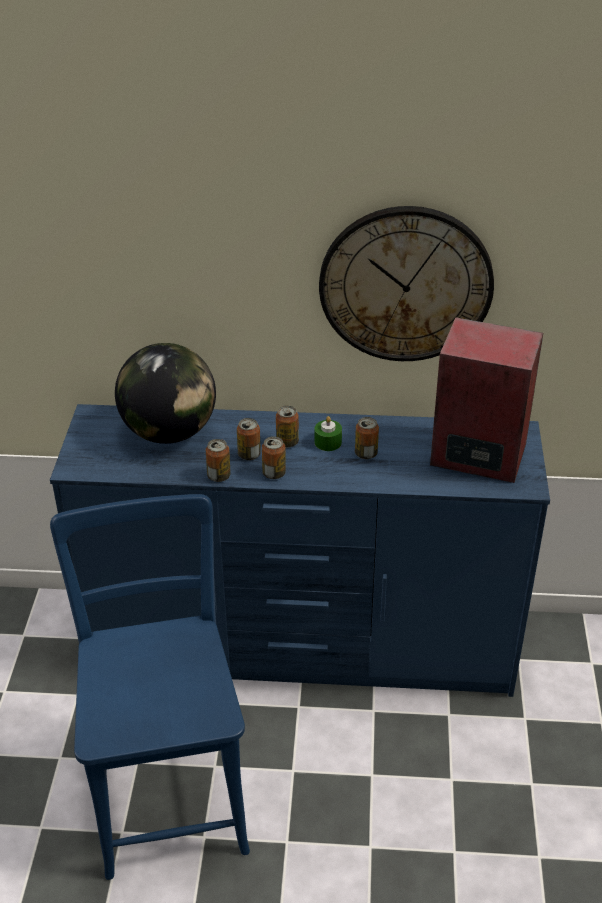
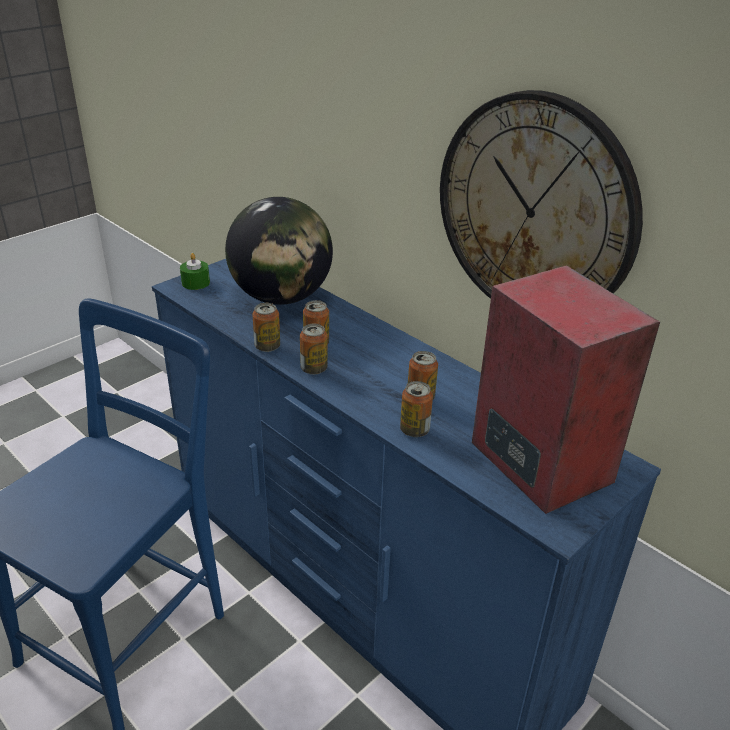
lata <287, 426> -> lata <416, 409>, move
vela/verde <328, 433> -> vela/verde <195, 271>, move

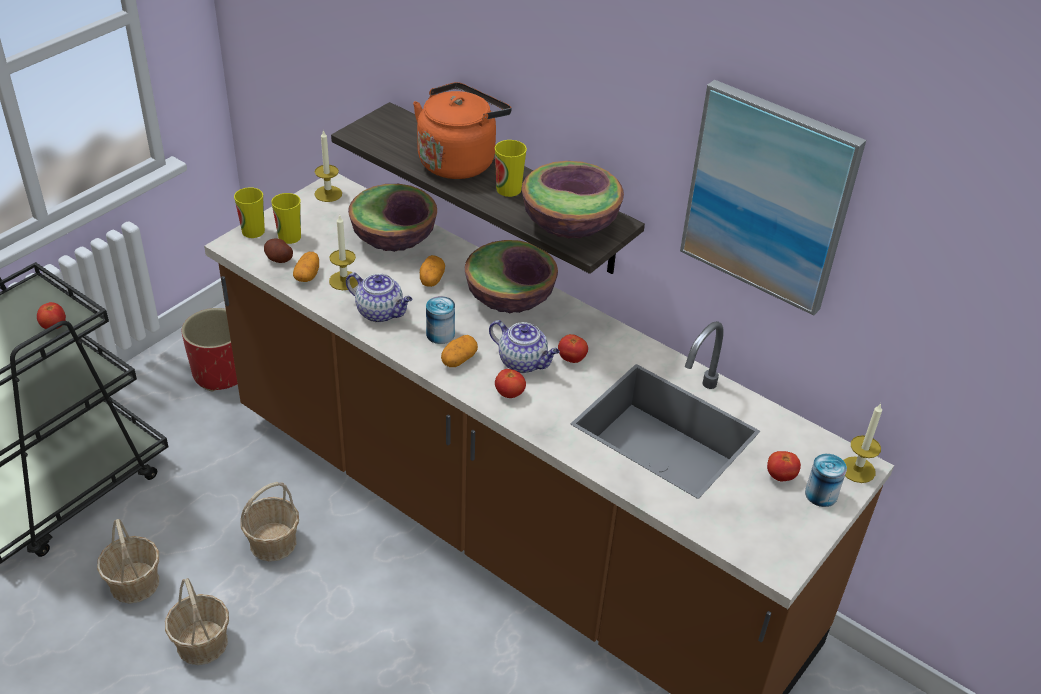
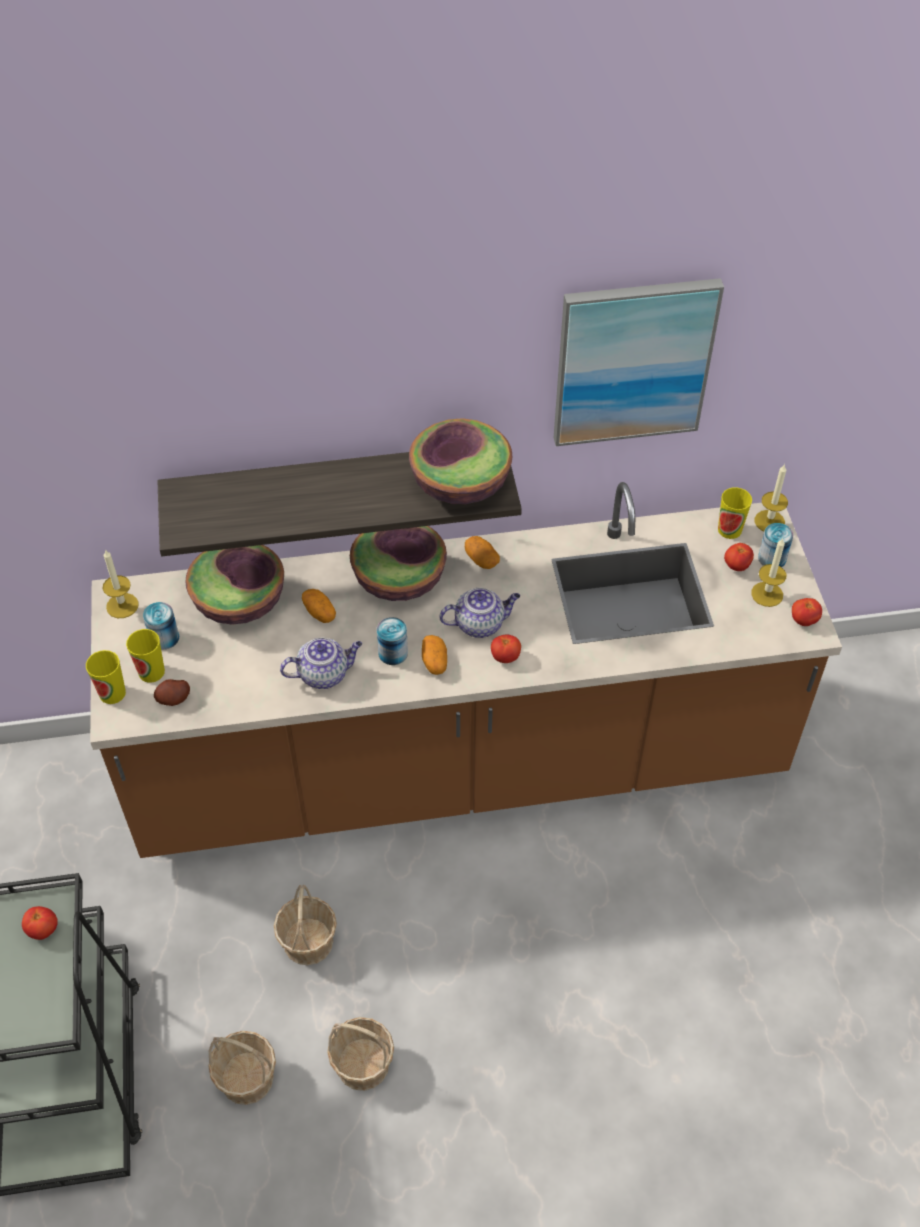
maceta/rojo <210, 350> -> none
patata <306, 267> -> patata <482, 552>, move
vela <343, 252> -> vela <768, 572>, move
hervidor/naranja <462, 130> -> none
taza <511, 168> -> taza <735, 513>, move
tomate <573, 348> -> tomate <807, 612>, move
none -> lata <161, 626>

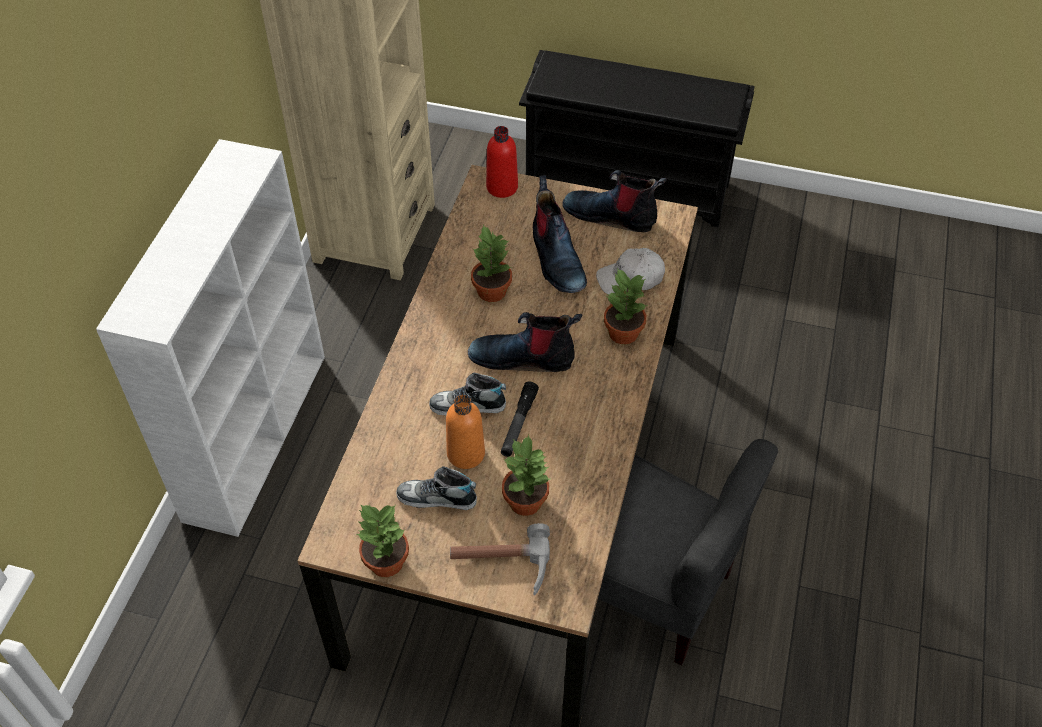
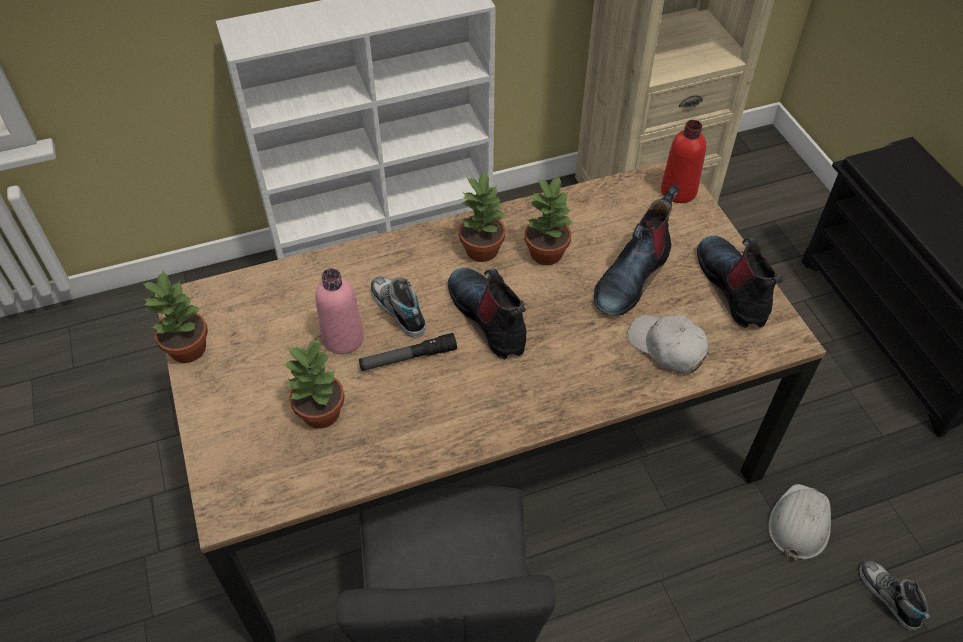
zapato <436, 488> -> zapato <894, 595>, move
botella/naranja <465, 432> -> botella/rosa <339, 311>
martillo <500, 559> -> none
planta en maceta <626, 306> -> planta en maceta <483, 216>, move
none -> casco/blanco <799, 522>

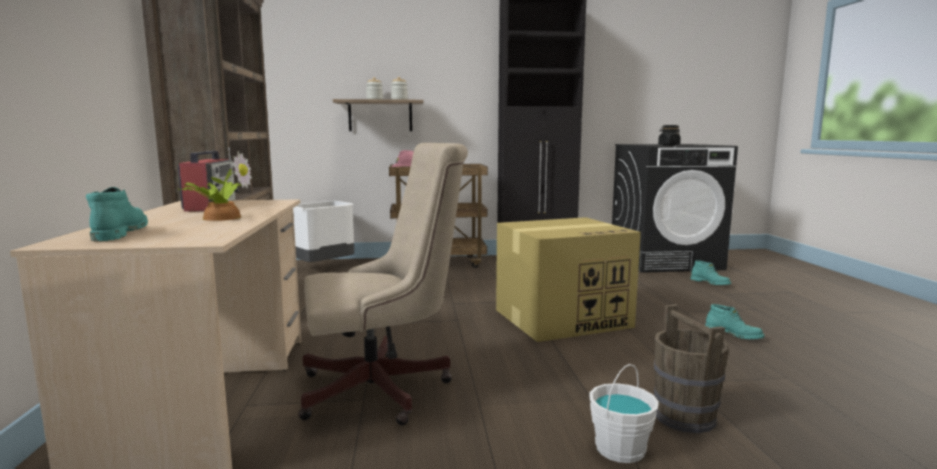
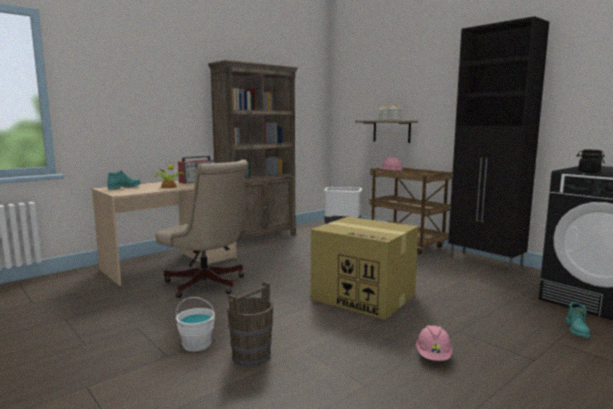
bota/turquesa <735, 321> -> casco/rosa <434, 343>

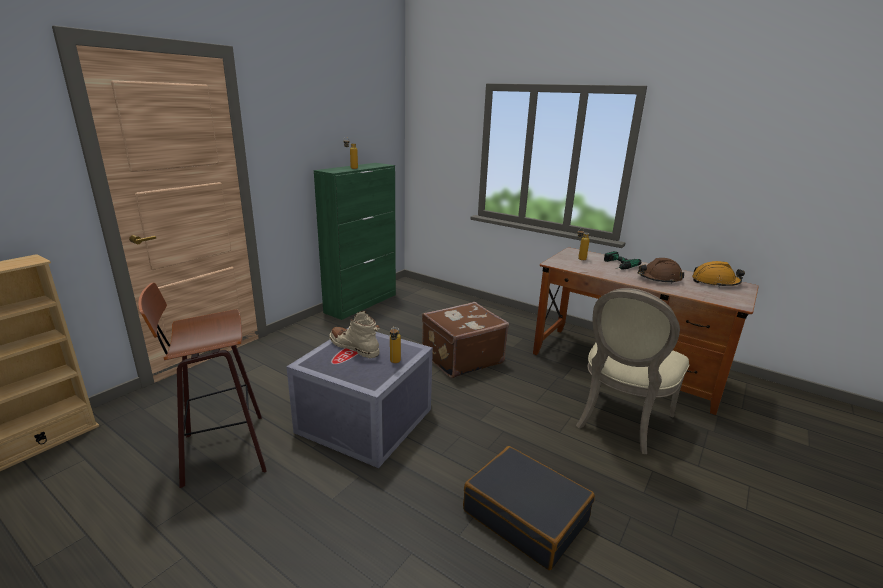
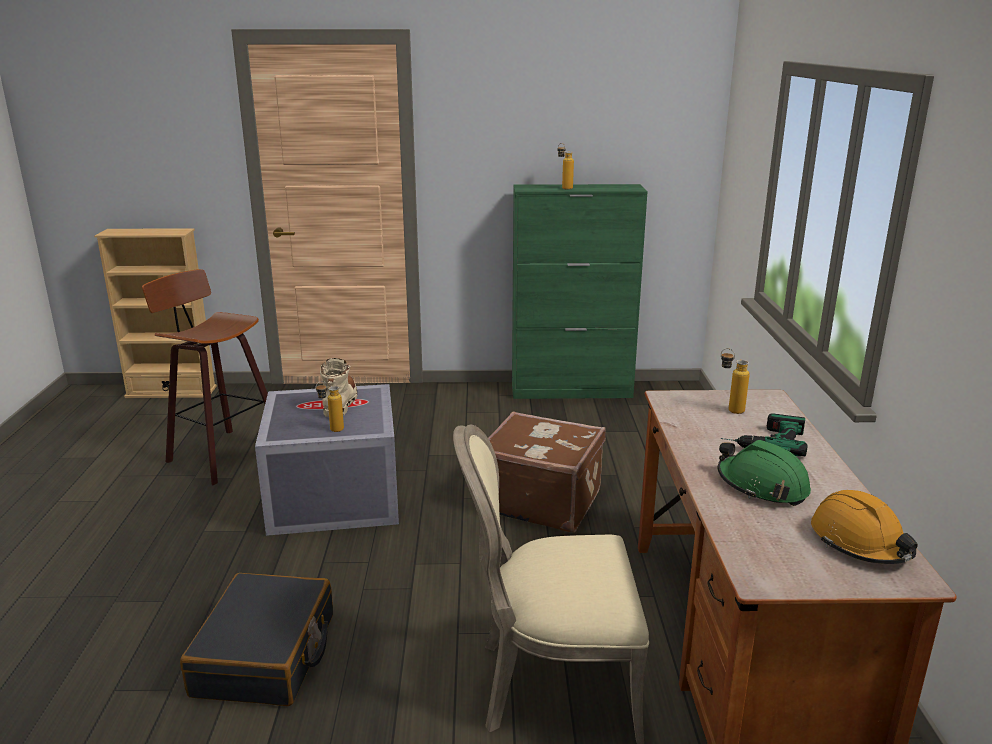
casco/marrón <660, 271> -> casco/verde <764, 473>

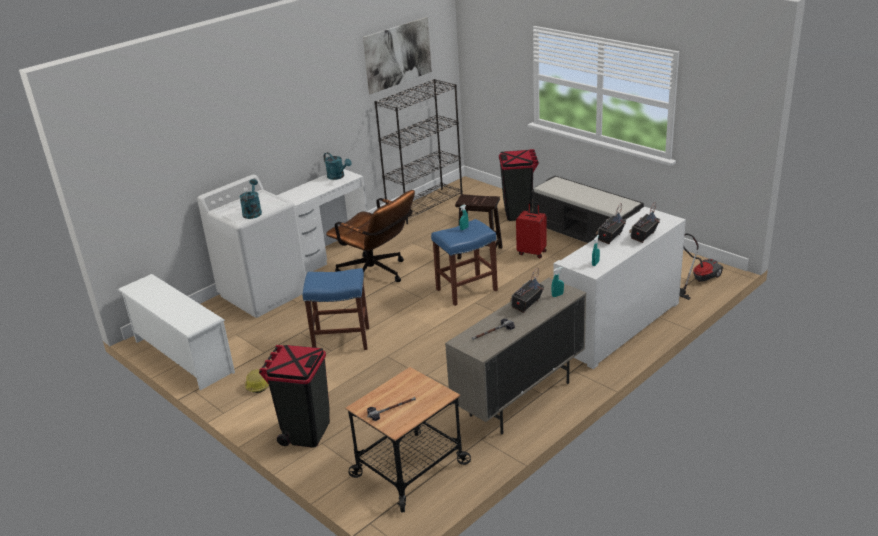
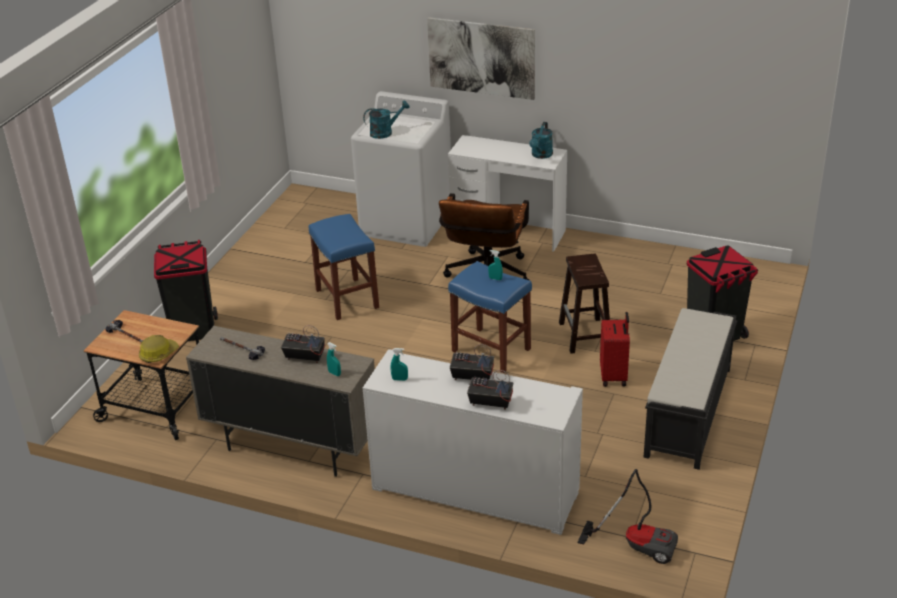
zapatero/blanco <176, 332> -> none
casco <257, 381> -> casco <159, 349>, move
cuadro <397, 55> -> cuadro <481, 58>, move
estantería/negro <418, 151> -> none

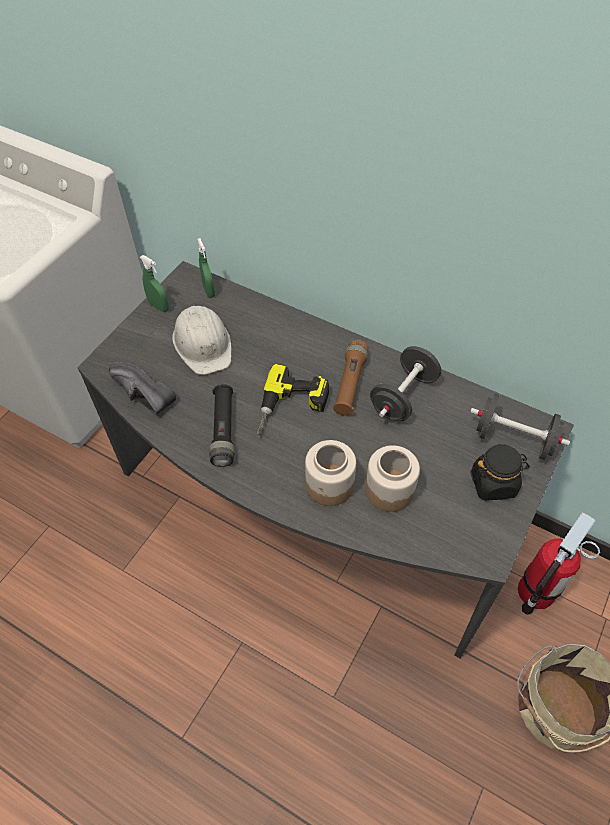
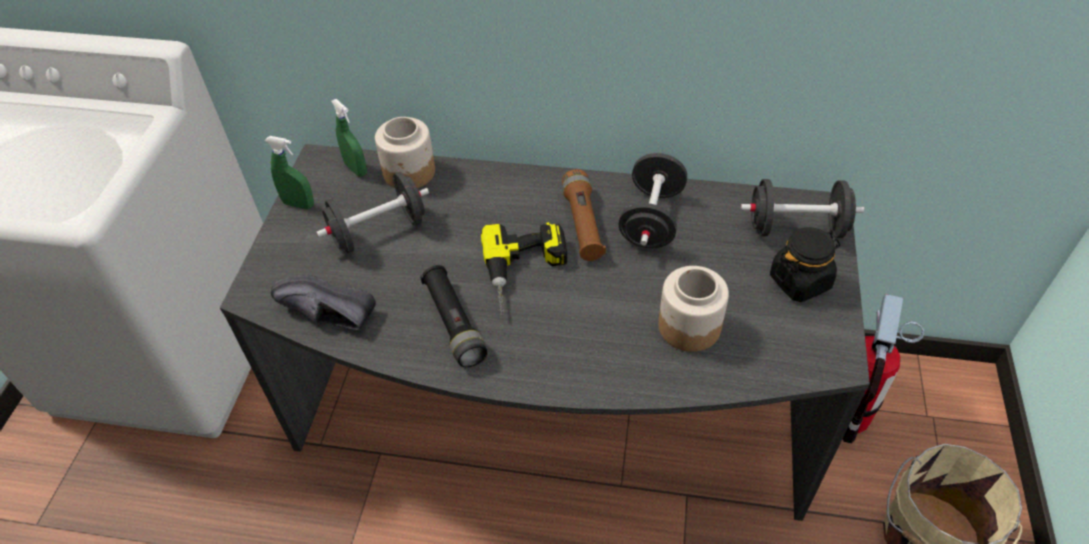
casco/blanco <202, 340> -> mancuerna/negro <372, 212>
tarro <330, 473> -> tarro <405, 152>, move

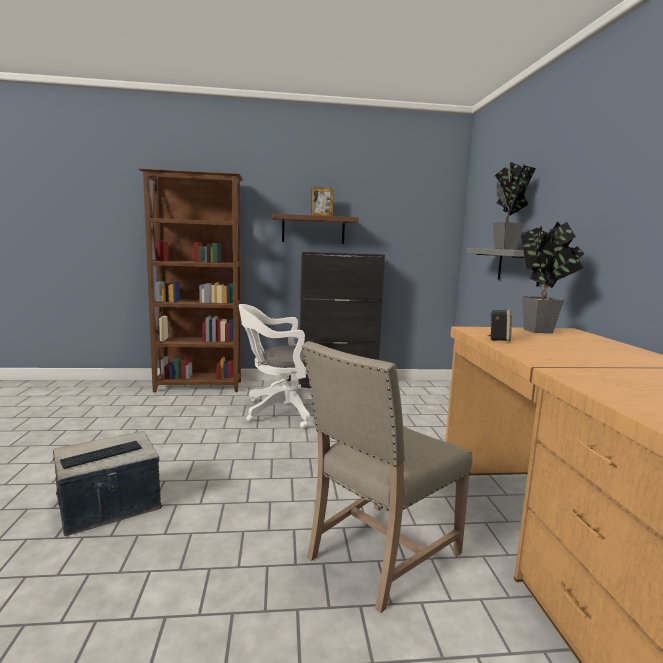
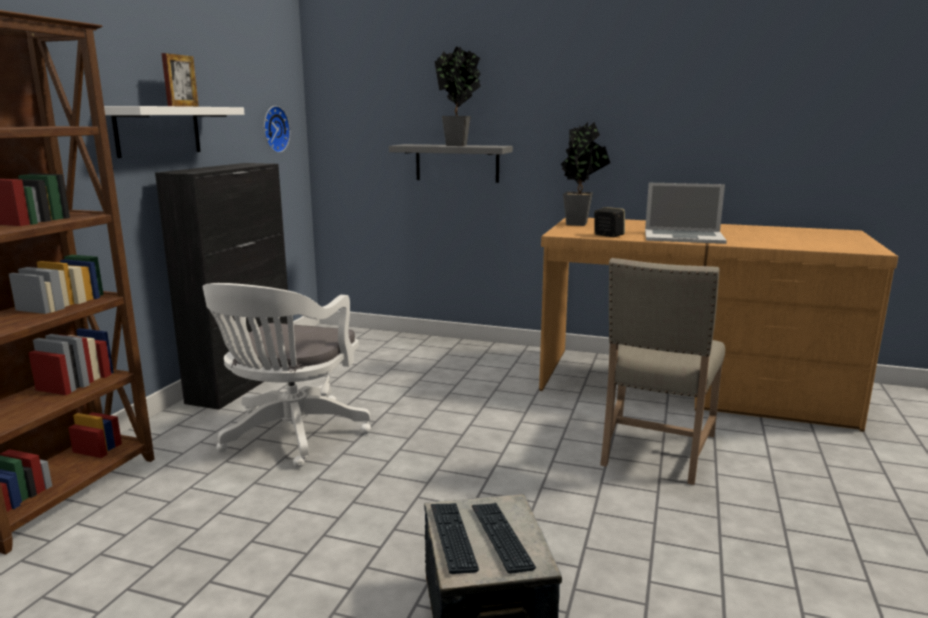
estante/marrón <315, 229> -> estante/blanco <174, 132>
silla/beis <387, 477> -> silla/beis <662, 371>, 45 degrees clockwise
none -> reloj de pared <277, 129>
none -> teclado <455, 538>
none -> portátil <686, 213>

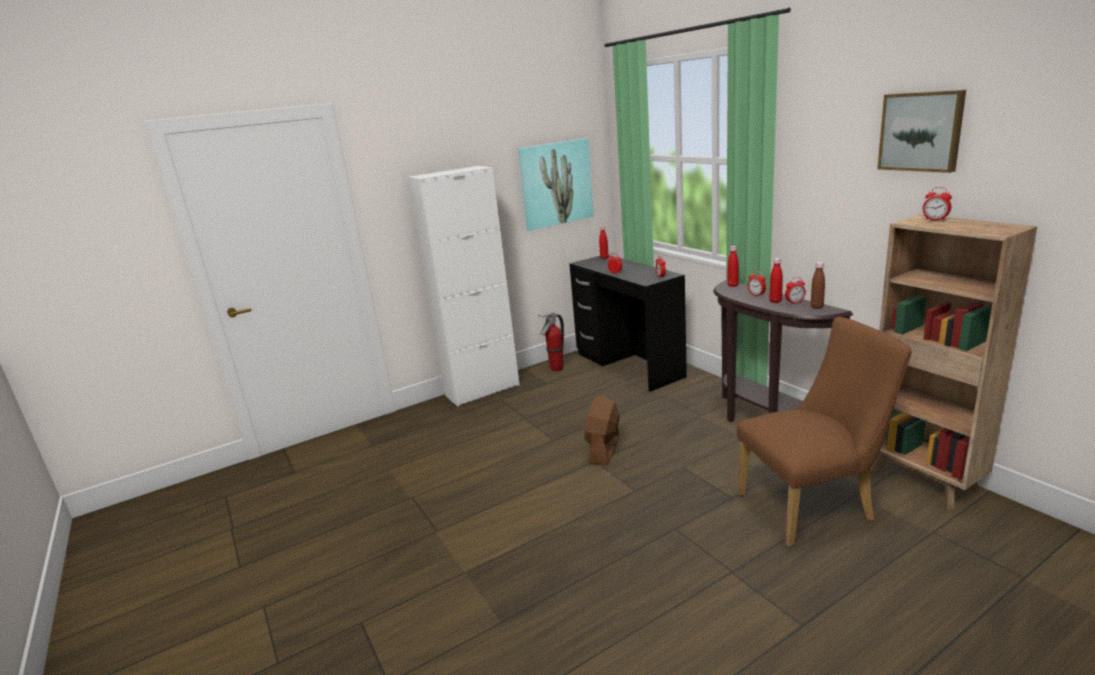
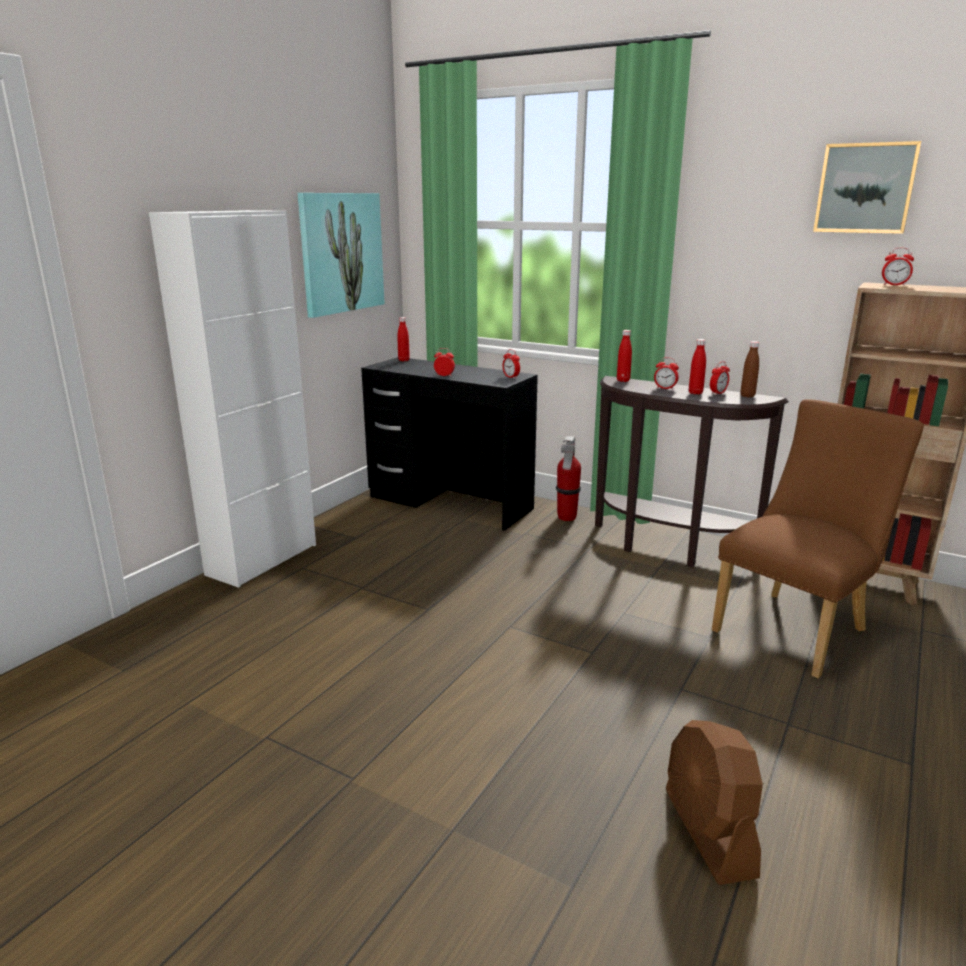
extintor <550, 341> -> extintor <568, 478>, move
ventilador/marrón <602, 430> -> ventilador/marrón <714, 802>, move

